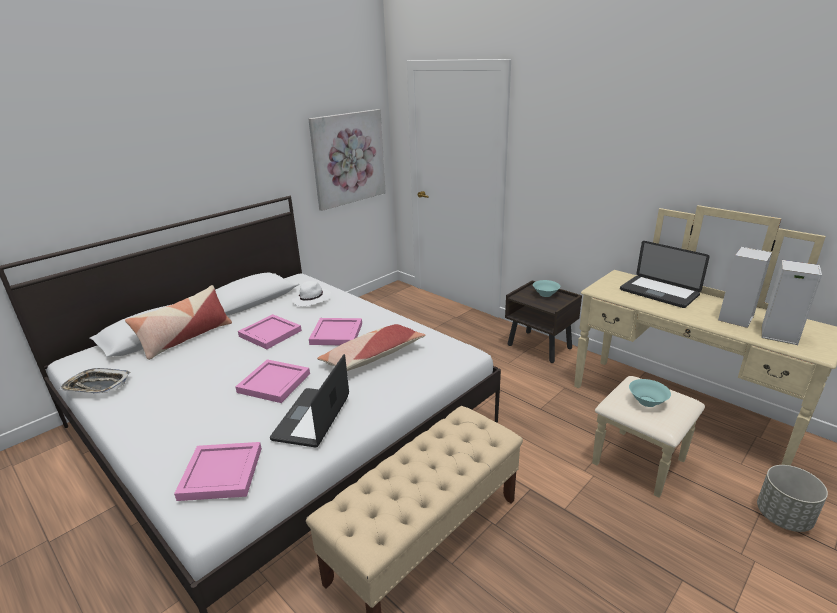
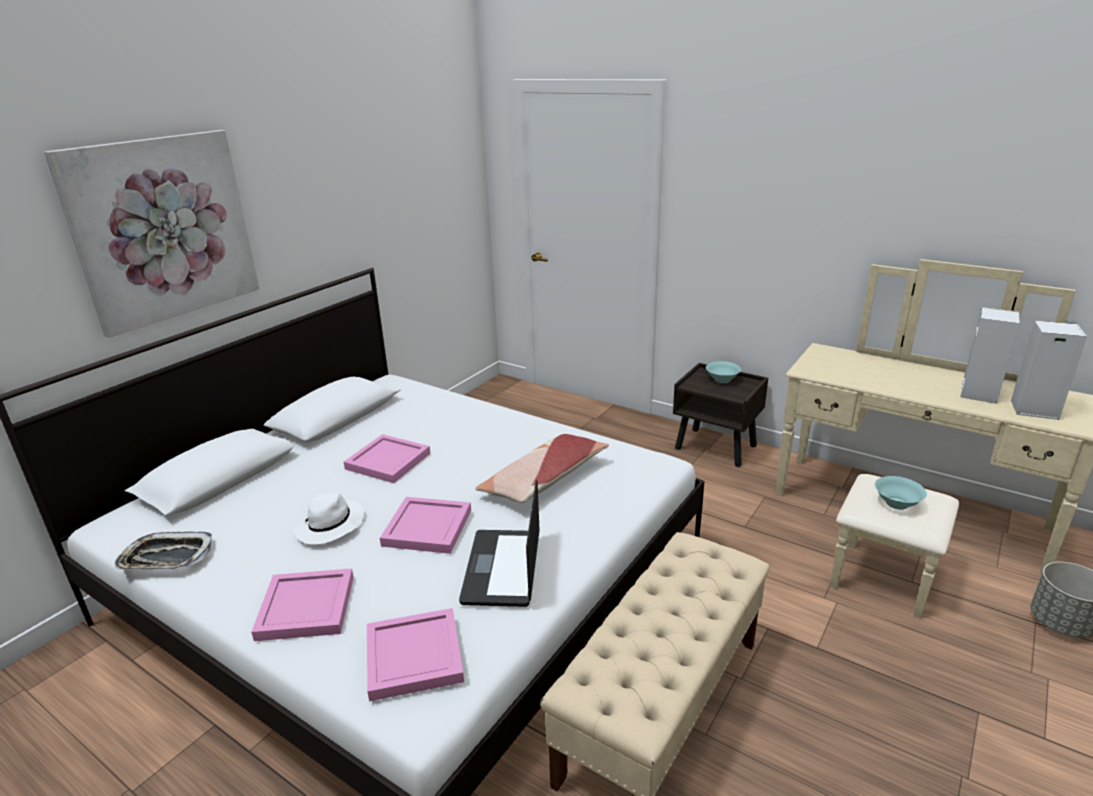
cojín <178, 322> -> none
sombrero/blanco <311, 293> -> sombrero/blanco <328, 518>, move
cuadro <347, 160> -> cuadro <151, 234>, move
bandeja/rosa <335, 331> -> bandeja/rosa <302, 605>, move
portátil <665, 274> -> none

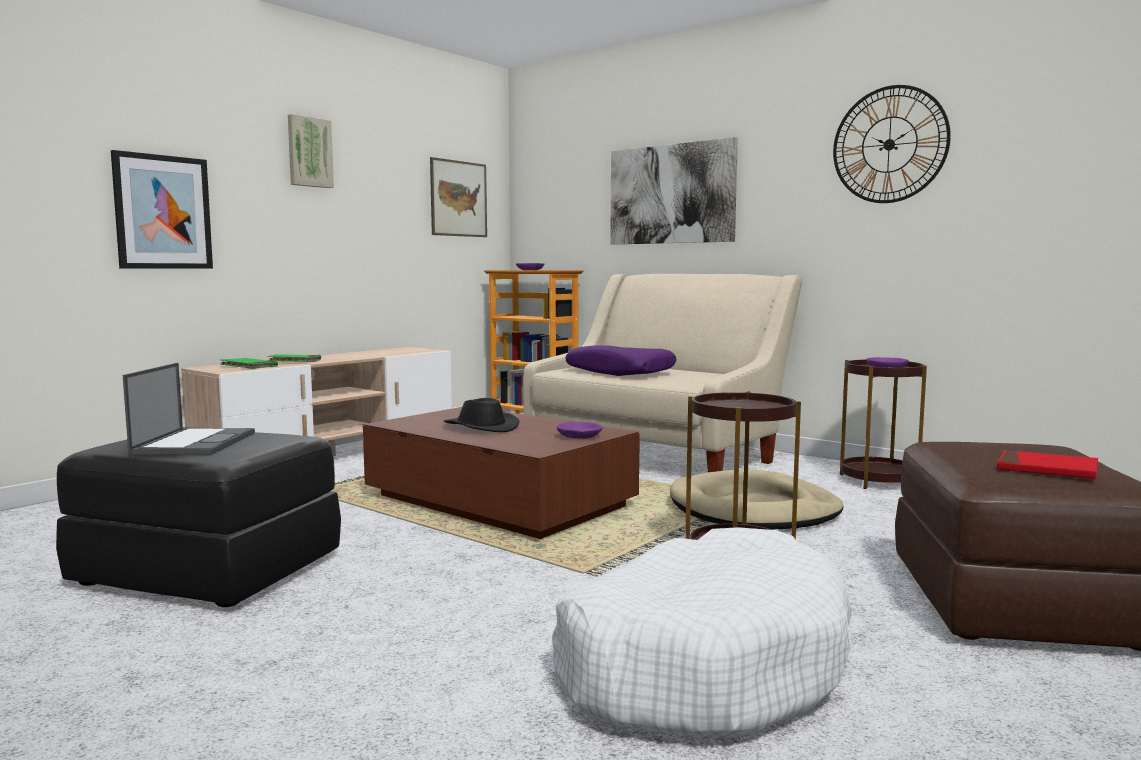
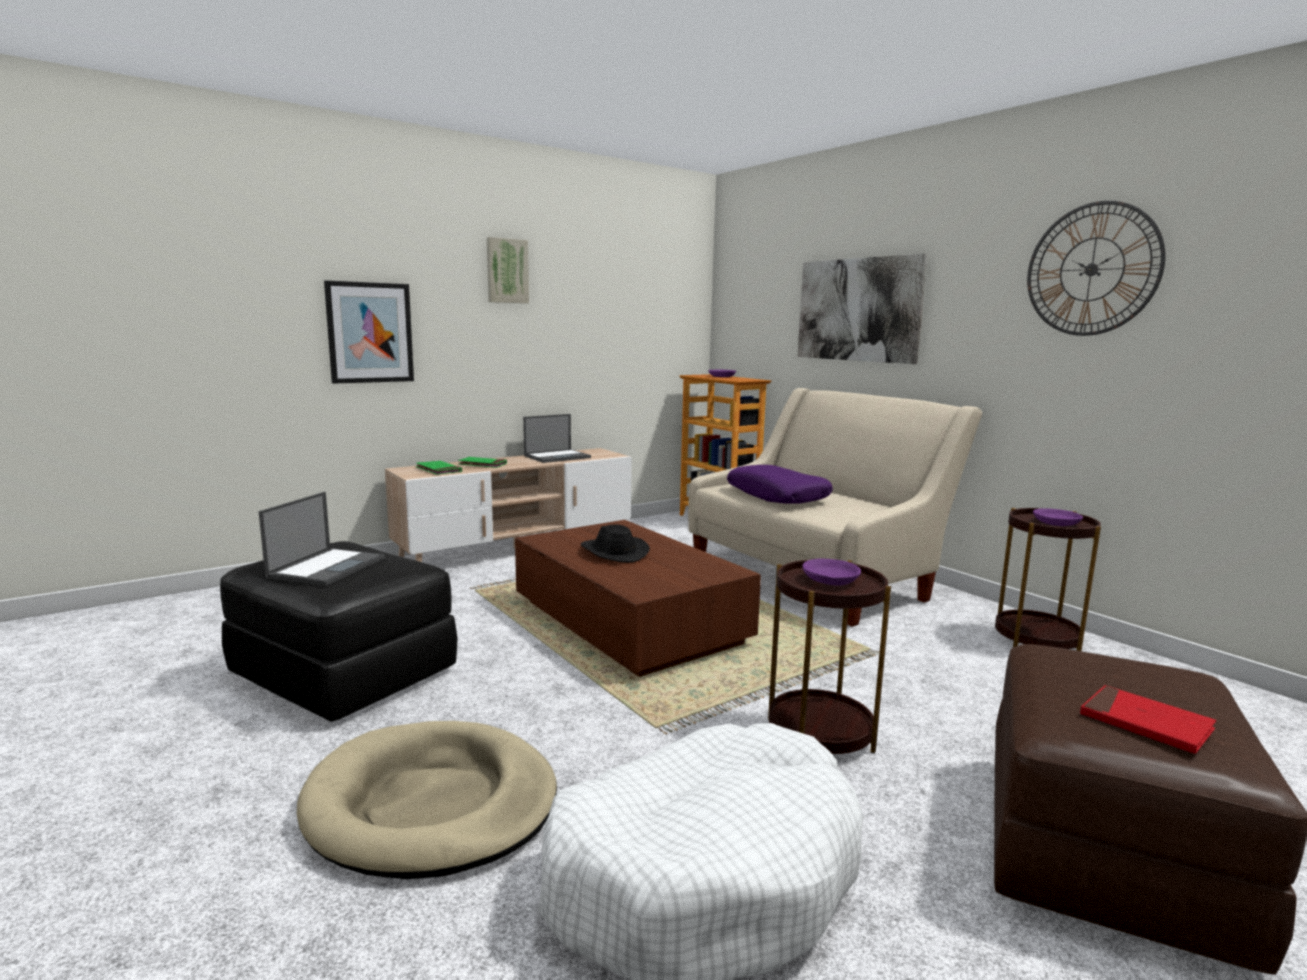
cuadro <458, 197> -> none
cuenco/morado <579, 430> -> cuenco/morado <831, 572>, move
cama para perro/beis <756, 499> -> cama para perro/beis <427, 800>, move
none -> portátil <557, 438>

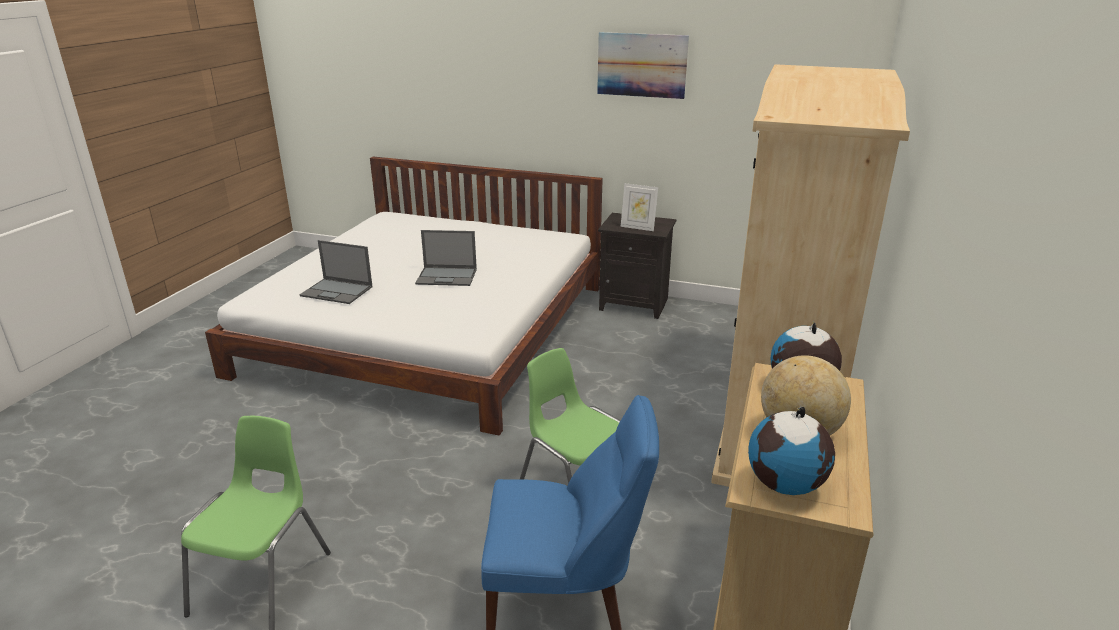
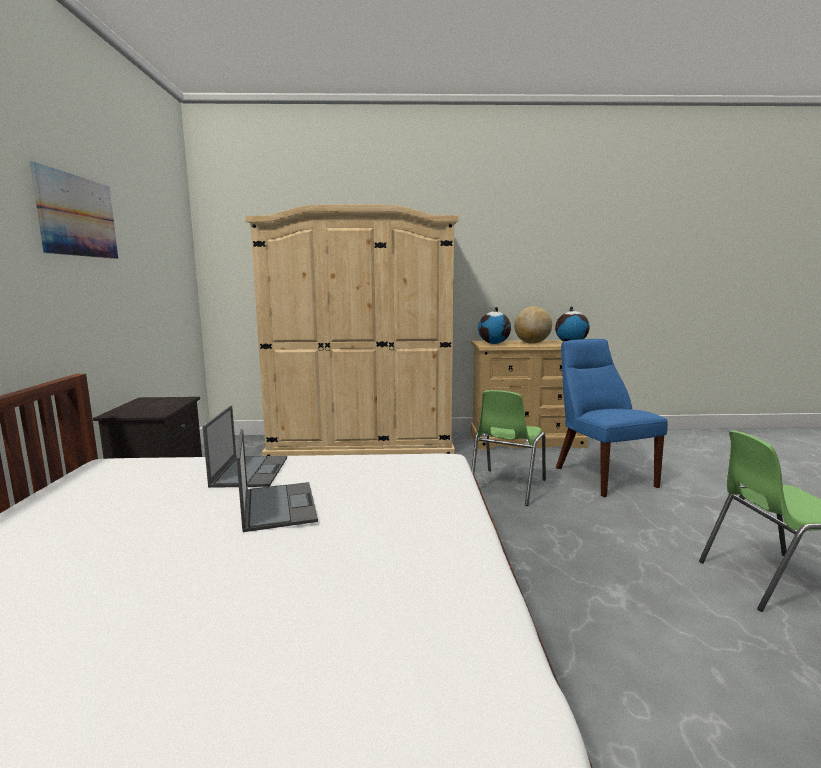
portátil <336, 272> -> portátil <244, 447>, move
portarretratos <639, 207> -> none

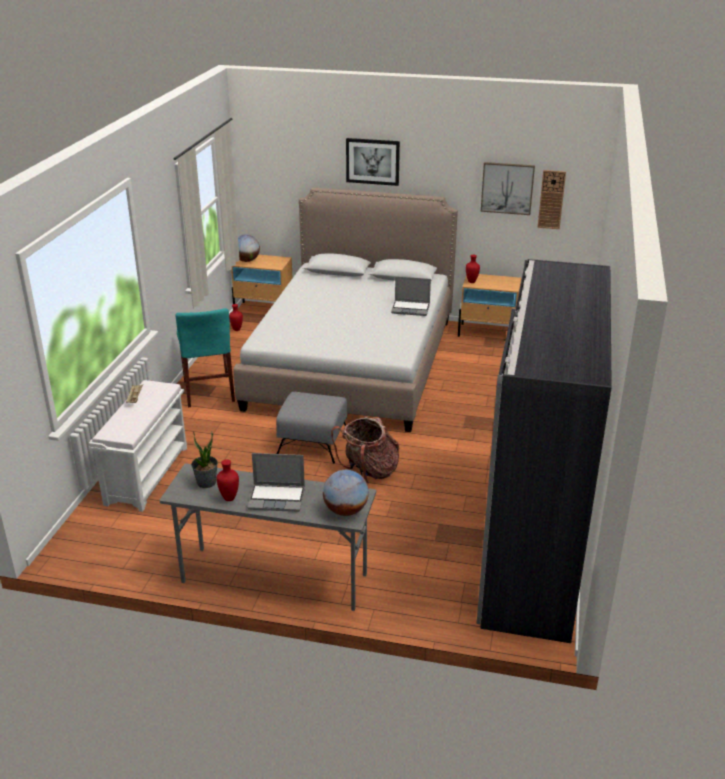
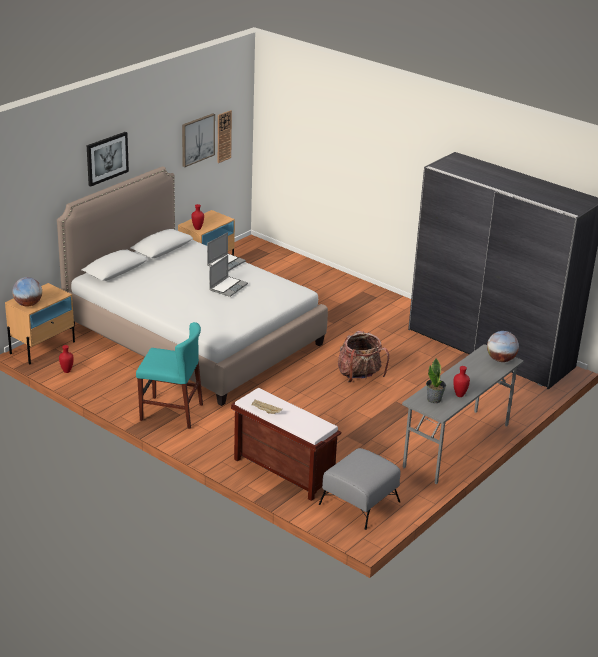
banco/blanco <138, 446> -> banco/marrón <286, 444>
portátil <276, 482> -> portátil <228, 276>, move
puf/gris <311, 427> -> puf/gris <360, 489>, move

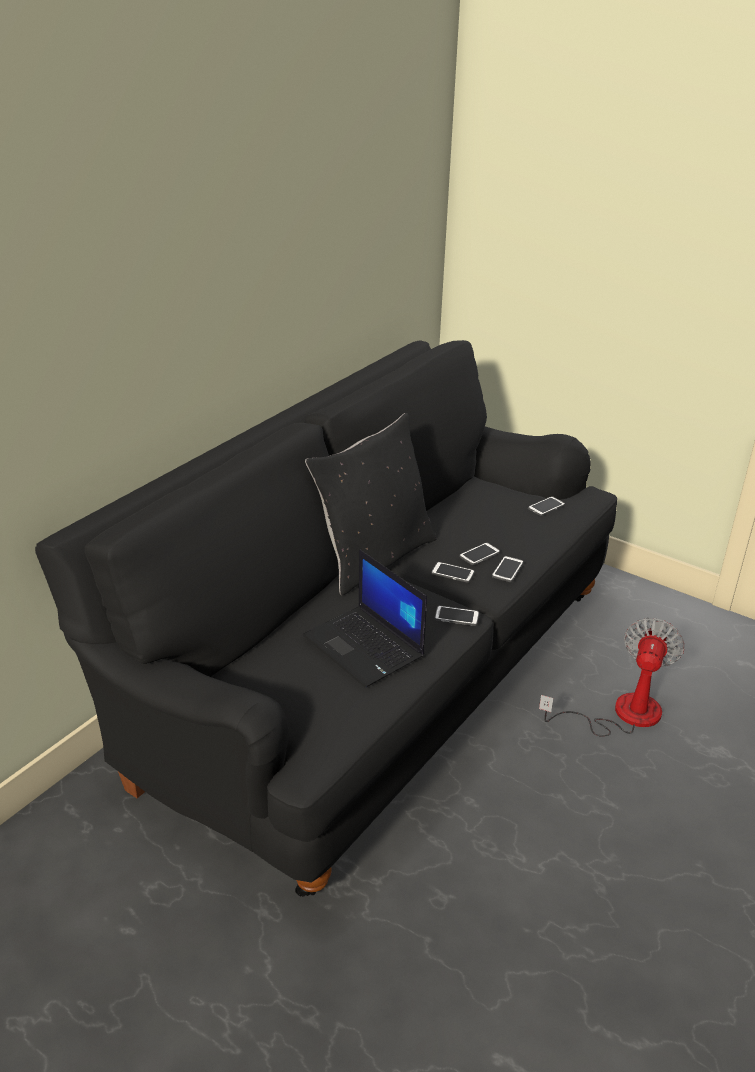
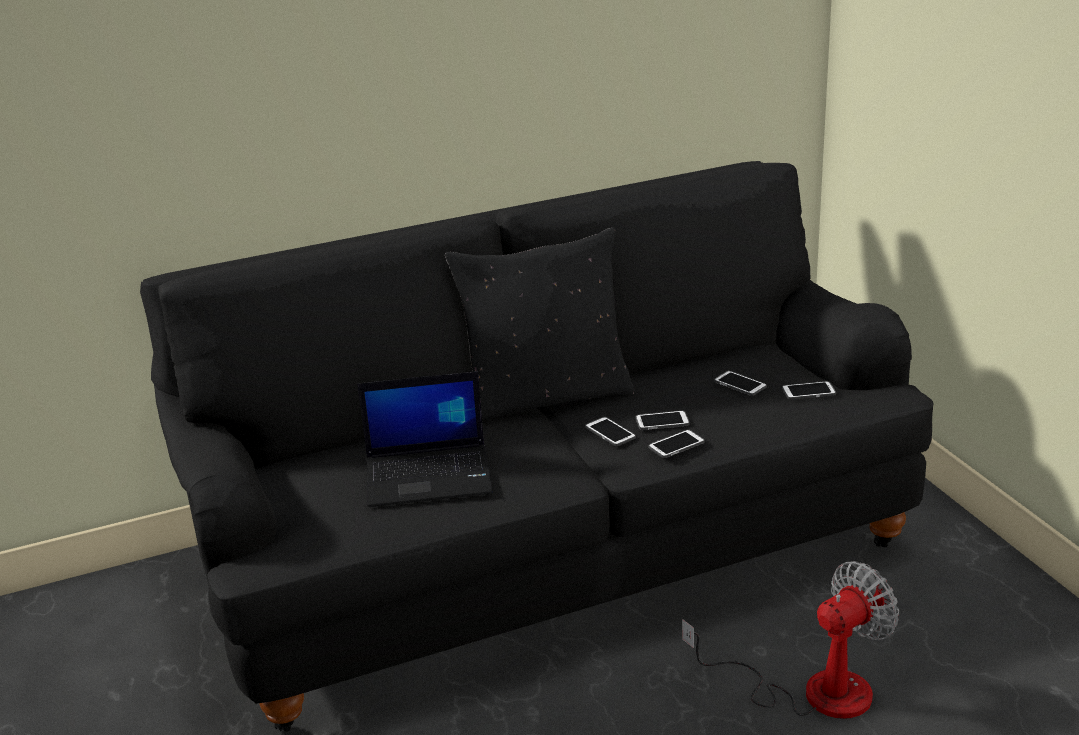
portátil <365, 618> -> portátil <424, 439>, 90 degrees counterclockwise
móvil <456, 616> -> móvil <740, 383>, move

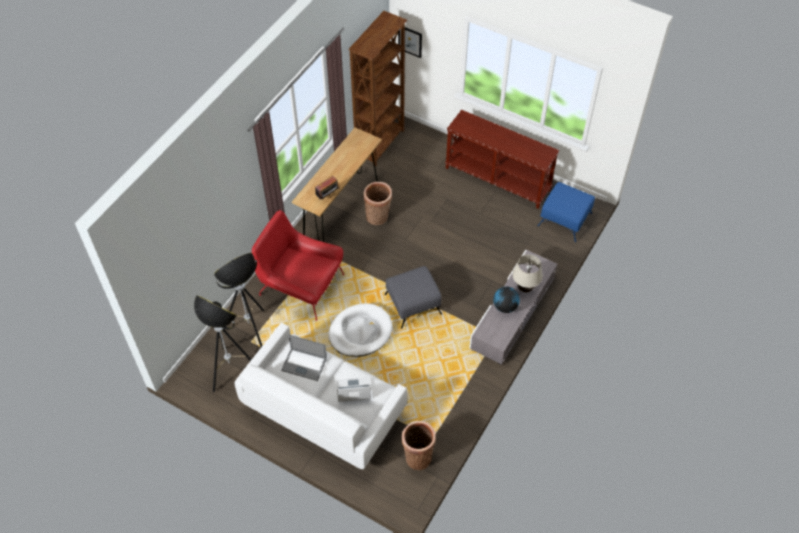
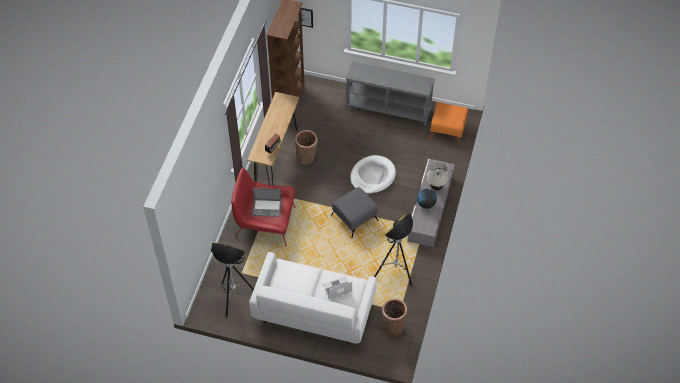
lámpara de pie <239, 300> -> lámpara de pie <393, 249>, move
portátil <304, 358> -> portátil <267, 202>, move
cama para perro/blanco <360, 330> -> cama para perro/blanco <373, 174>, move
mesa consola/marrón <502, 159> -> mesa consola/gris <390, 93>
puf/azul <566, 212> -> puf/naranja <448, 123>

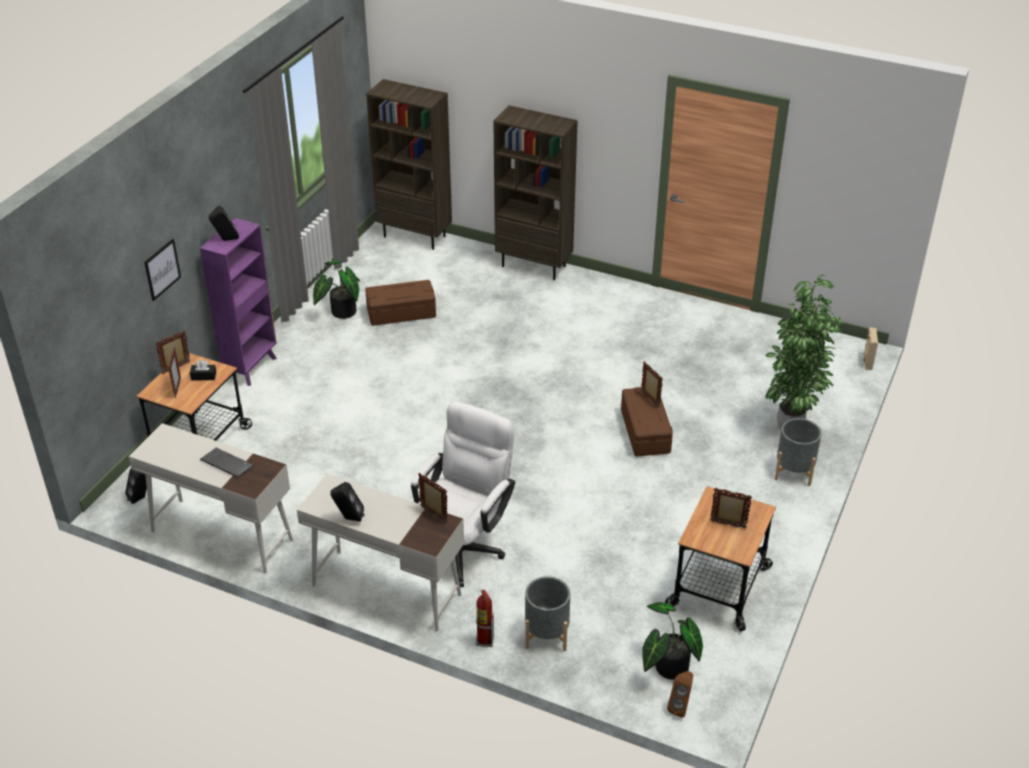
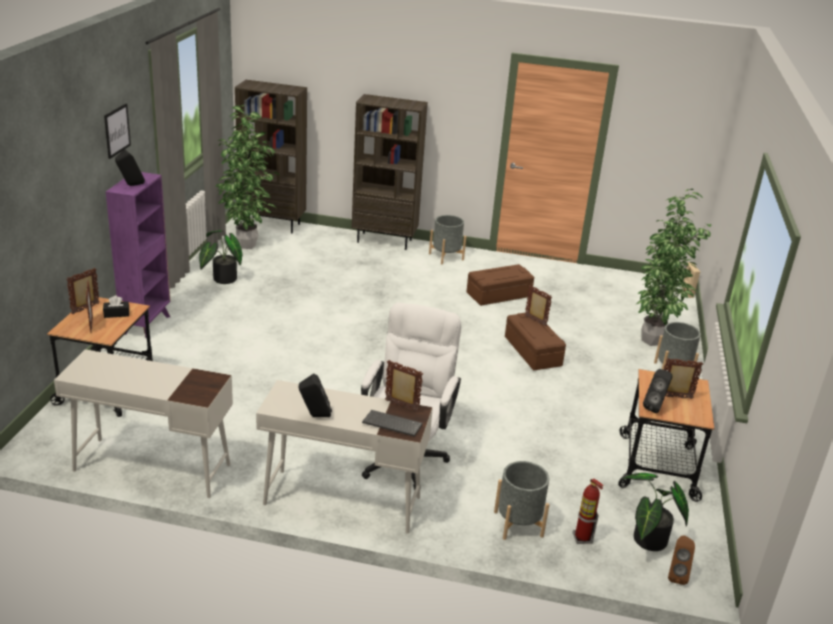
altavoz/negro <136, 486> -> altavoz/negro <657, 391>, move
cuadro <162, 270> -> cuadro <117, 131>, move
teclado <227, 463> -> teclado <392, 423>, move
caja de almacenaje/marrón <400, 303> -> caja de almacenaje/marrón <500, 285>, move
extintor <485, 618> -> extintor <588, 511>, move
none -> planta en maceta <248, 177>
none -> maceta/gris <447, 239>

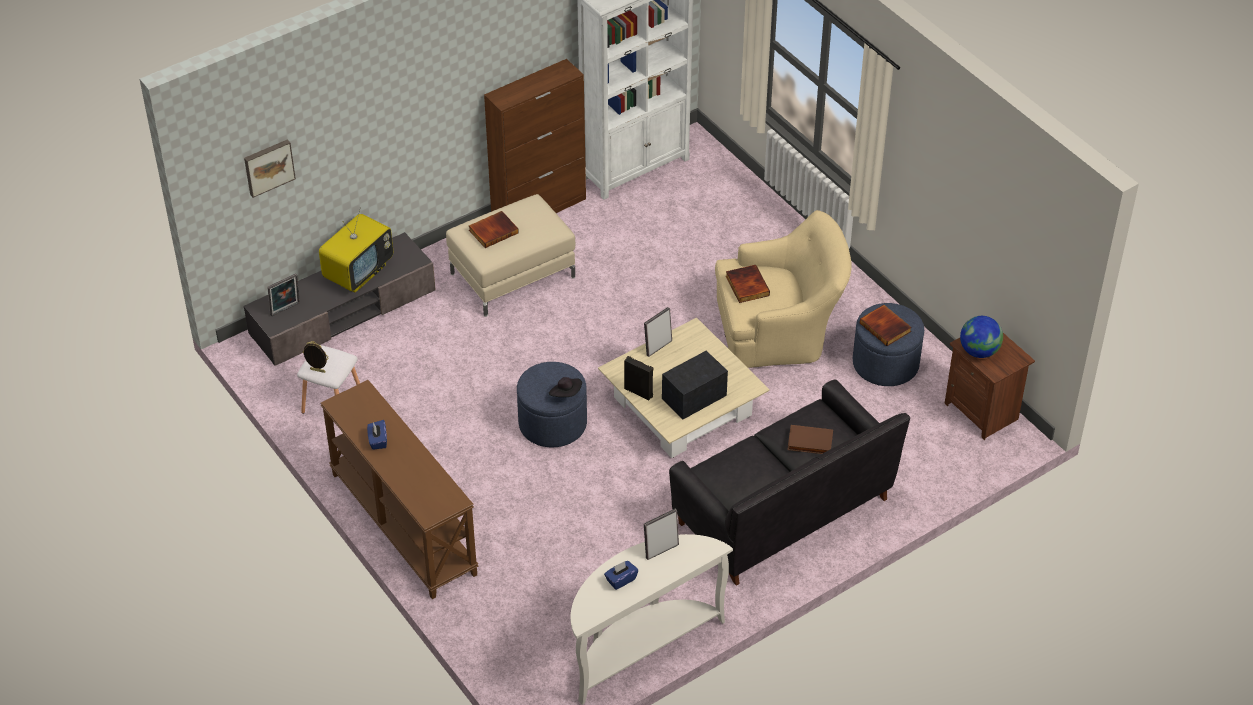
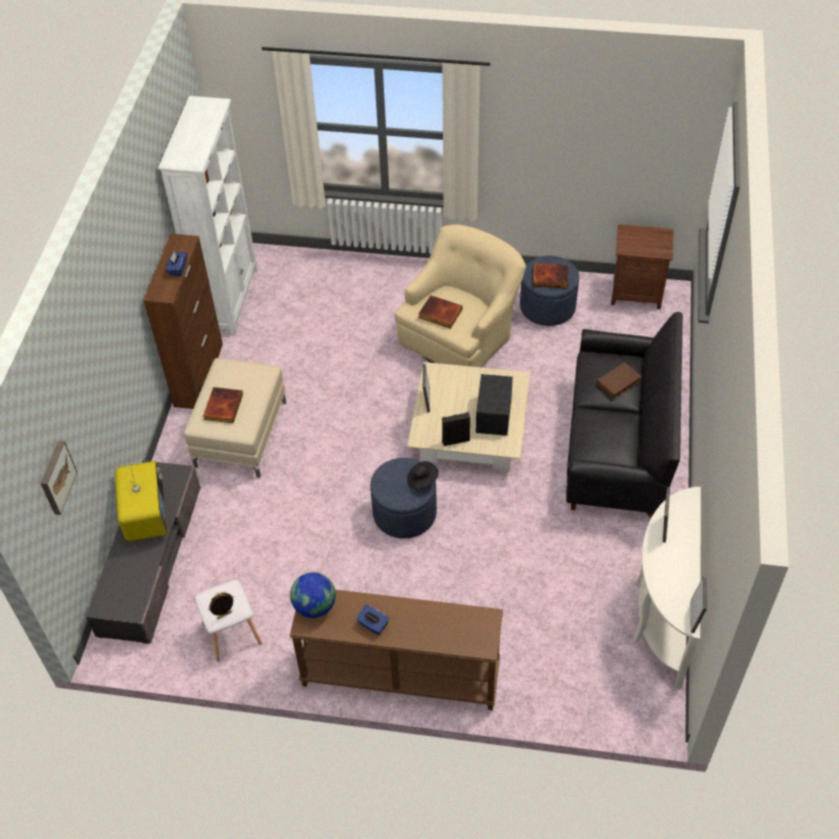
portarretratos <283, 294> -> portarretratos <699, 604>, move
caja de pañuelos/azul <621, 575> -> caja de pañuelos/azul <176, 264>, move
globo terráqueo <981, 337> -> globo terráqueo <313, 595>, move

